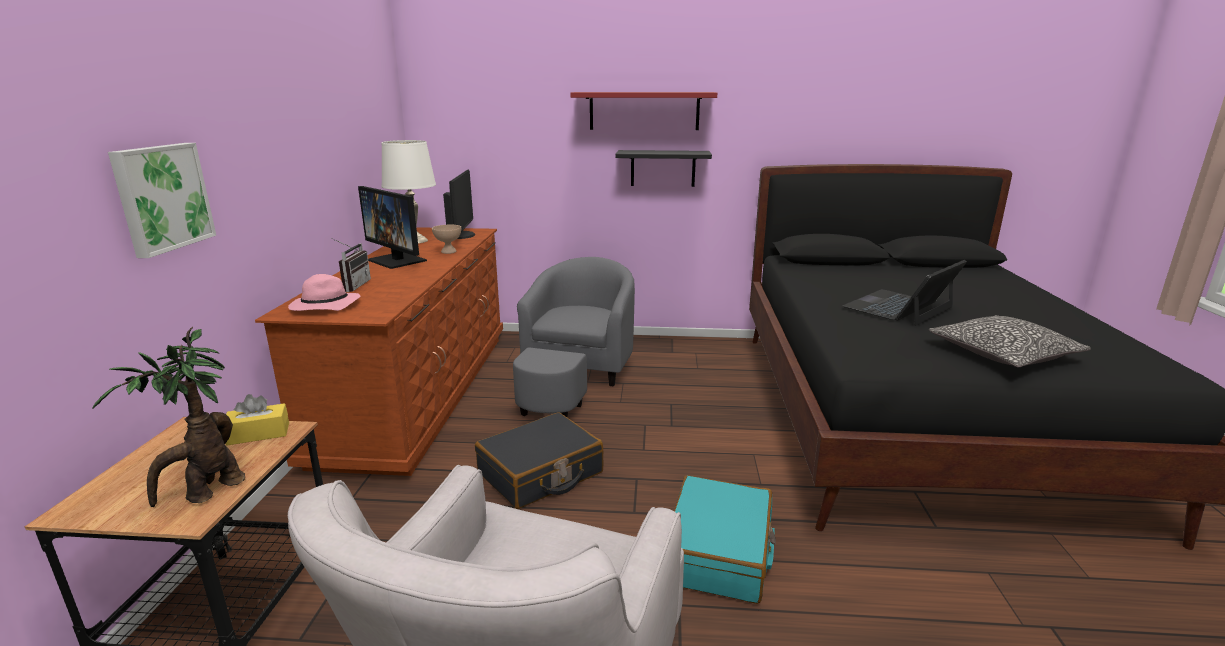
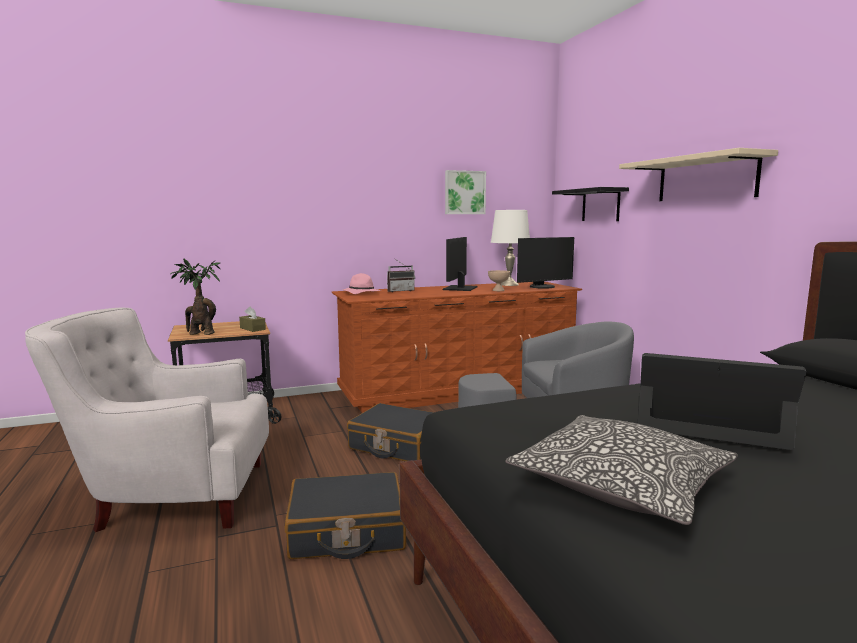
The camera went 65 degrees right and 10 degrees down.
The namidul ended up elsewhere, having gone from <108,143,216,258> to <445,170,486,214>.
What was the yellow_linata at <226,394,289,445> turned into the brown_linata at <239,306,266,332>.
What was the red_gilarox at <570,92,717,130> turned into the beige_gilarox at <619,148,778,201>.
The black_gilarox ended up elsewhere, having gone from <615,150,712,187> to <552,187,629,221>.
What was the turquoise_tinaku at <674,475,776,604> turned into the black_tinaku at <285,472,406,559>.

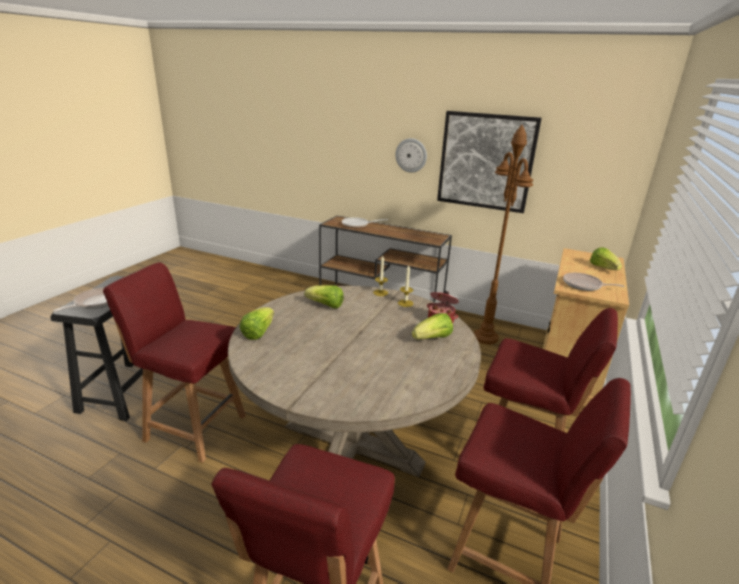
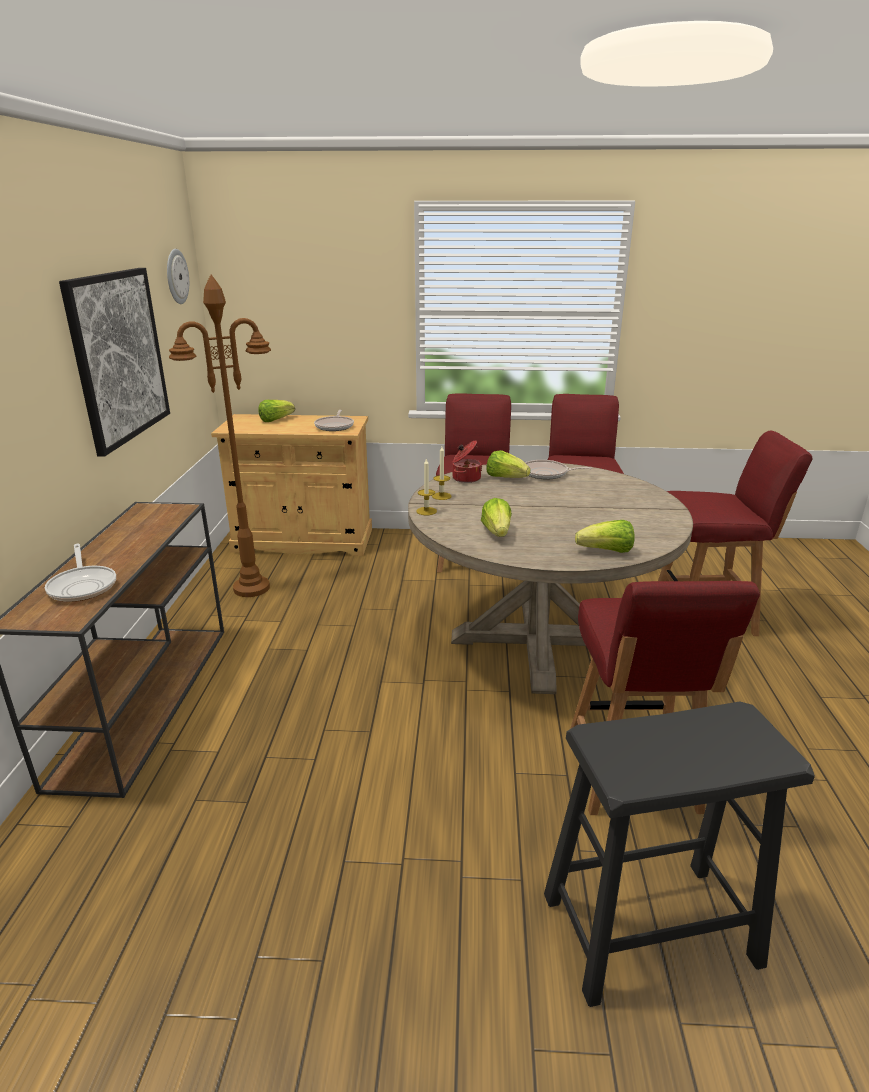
The camera went 110 degrees left and 0 degrees up.
The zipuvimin ended up elsewhere, having gone from <54,288,108,312> to <525,460,592,480>.
The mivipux ended up elsewhere, having gone from <395,138,427,173> to <167,249,189,304>.

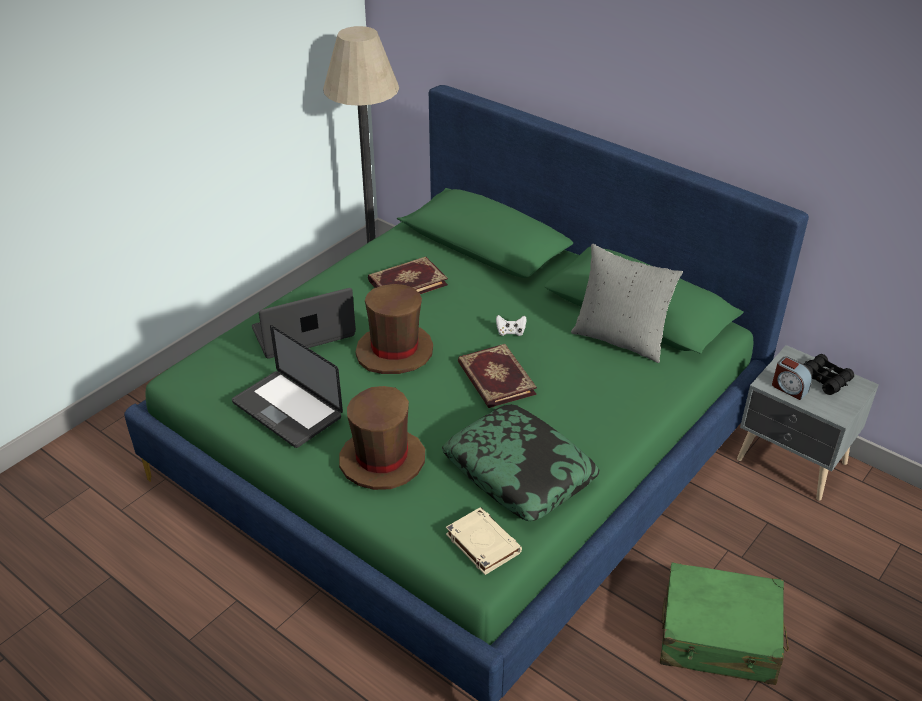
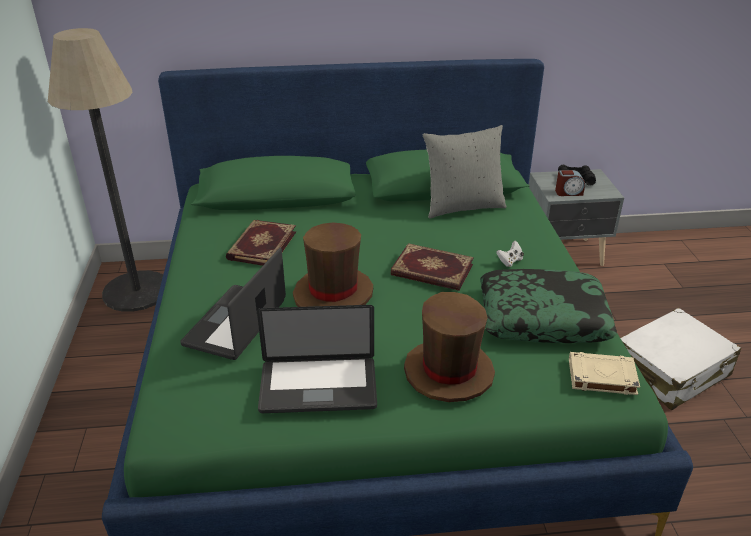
The camera went 45 degrees left and 5 degrees down.
The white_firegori ended up elsewhere, having gone from <496,315,526,336> to <496,241,524,267>.
What was the green_tinaku at <660,562,789,685> turned into the white_tinaku at <620,308,742,410>.

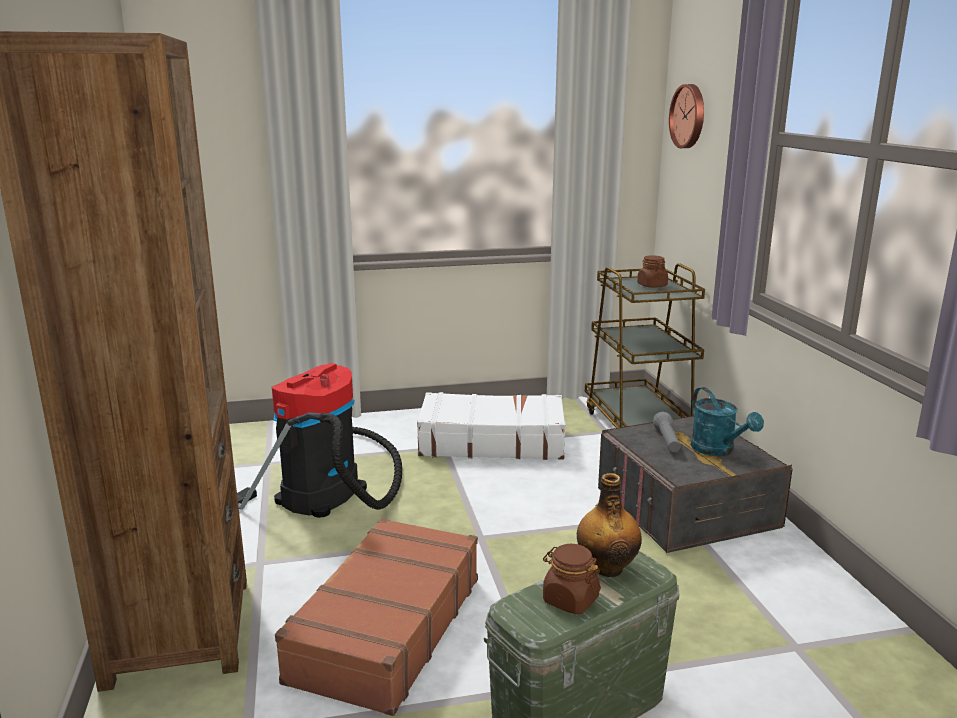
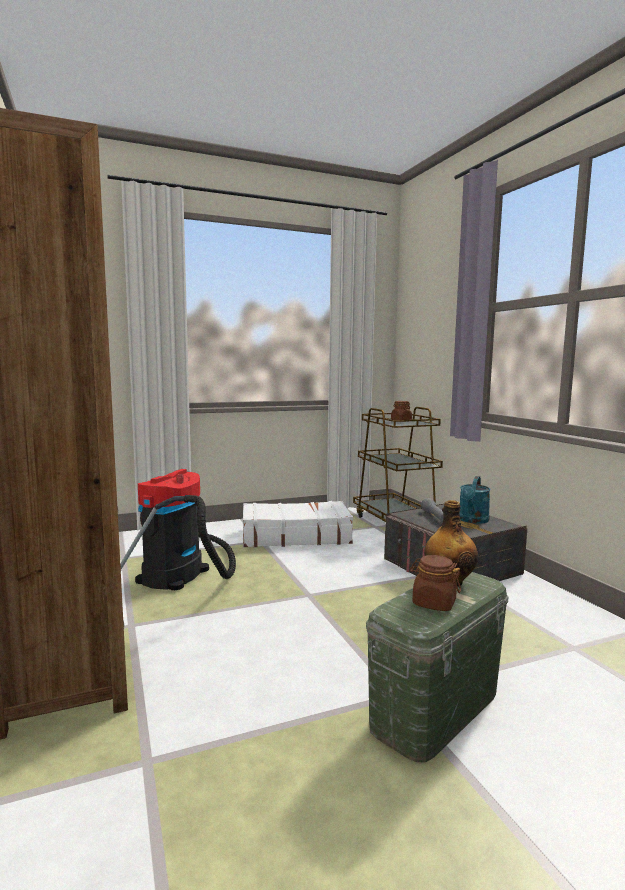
The camera went 10 degrees left and 10 degrees down.
The second view lost the brown_tinaku at <275,518,478,716>.
The second view lost the mivipux at <669,84,704,148>.
The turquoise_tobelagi at <691,387,764,456> ended up facing another way, 60 degrees clockwise from before.

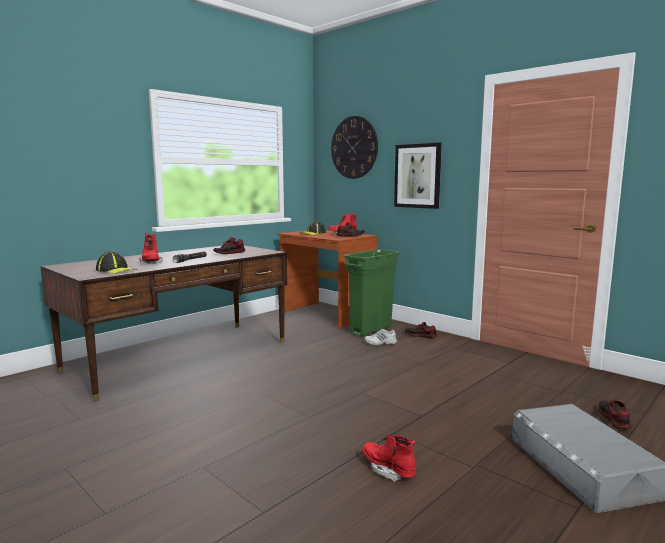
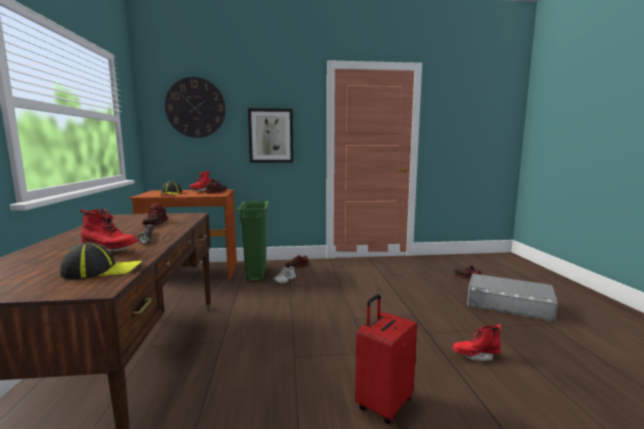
The camera went 50 degrees left and 0 degrees up.
The second view gained the red_tinaku at <355,294,417,424>.

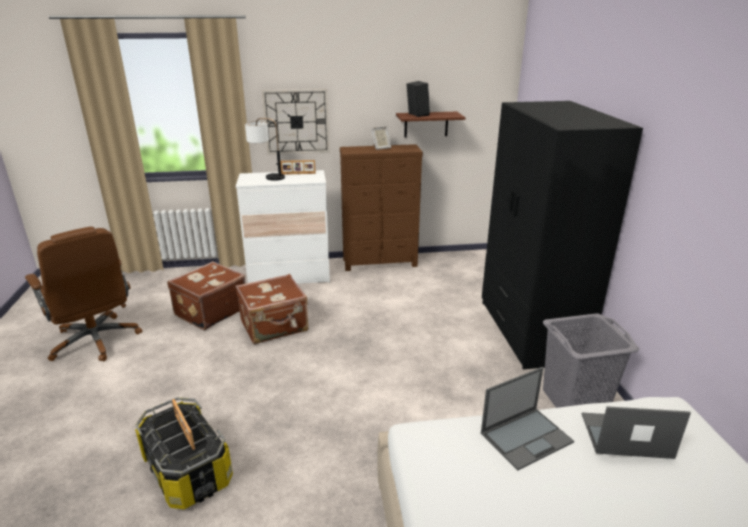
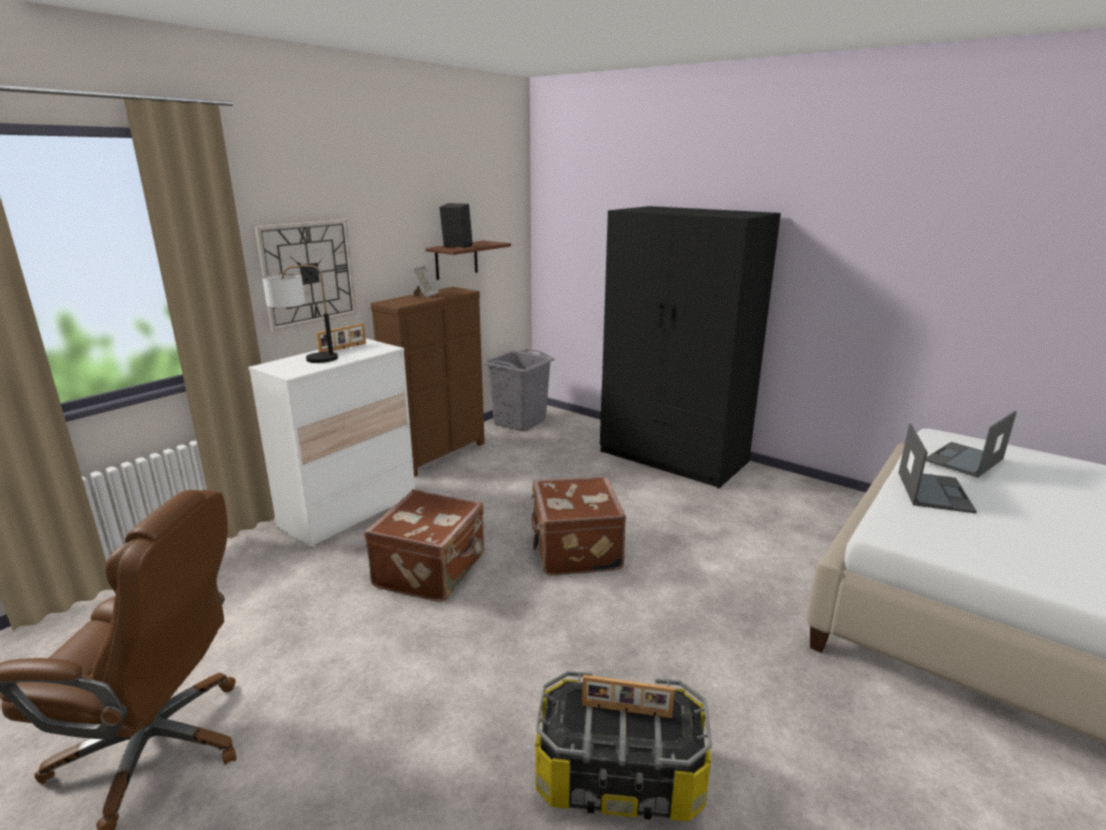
The camera went 45 degrees left and 5 degrees down.
The brown_tinaku ended up elsewhere, having gone from <167,261,245,330> to <531,476,626,576>.
The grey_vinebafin ended up elsewhere, having gone from <543,313,639,408> to <483,349,555,432>.

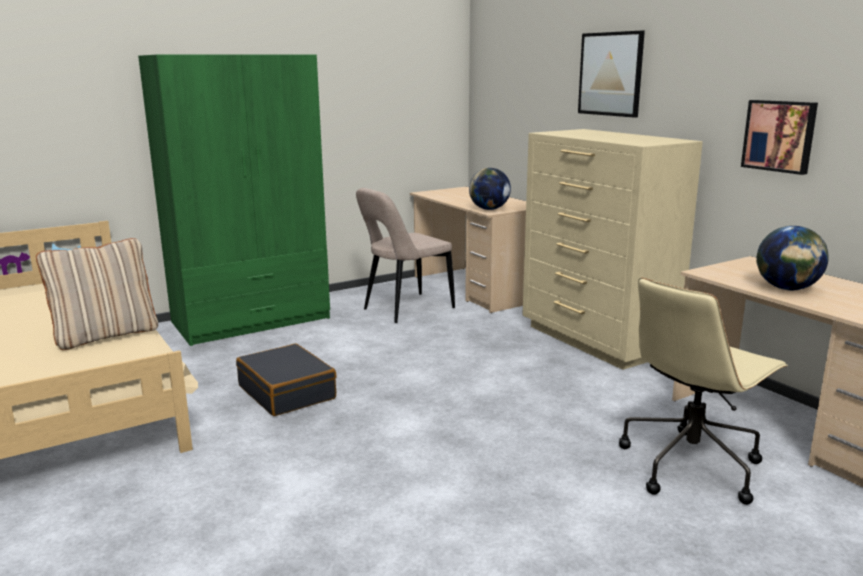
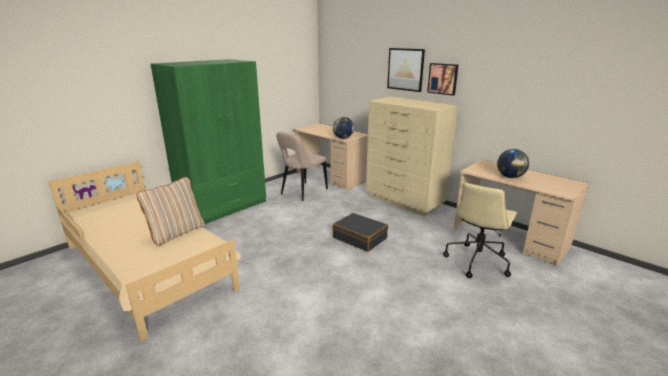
The camera went 15 degrees left and 5 degrees up.
The black_tinaku ended up elsewhere, having gone from <236,343,337,416> to <332,213,388,252>.
The namidul ended up elsewhere, having gone from <741,100,818,175> to <427,63,459,96>.

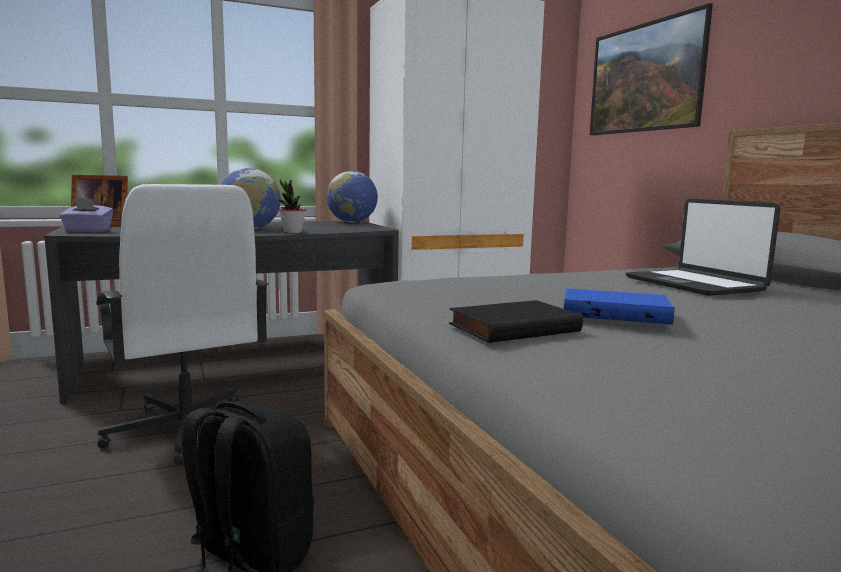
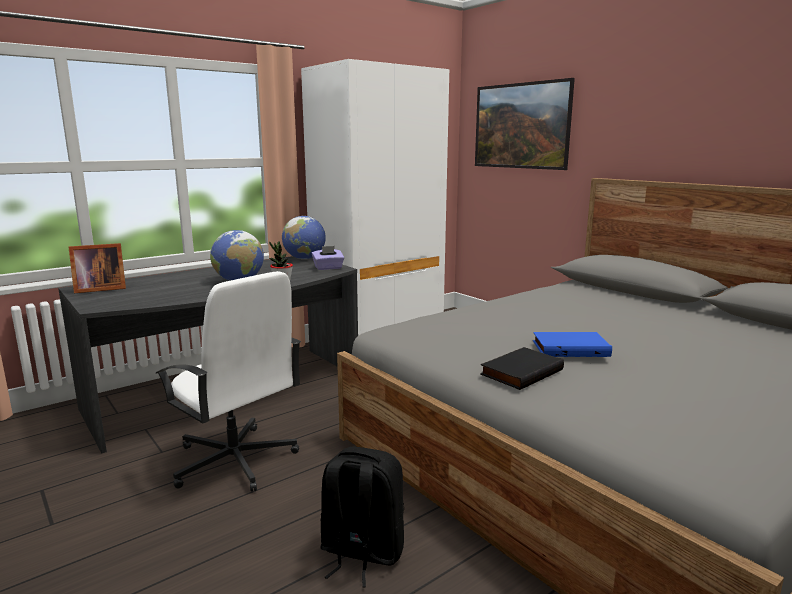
The camera went 15 degrees left and 5 degrees up.
The purple_linata ended up elsewhere, having gone from <59,198,113,232> to <312,246,344,270>.
The second view lost the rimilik at <626,199,780,296>.

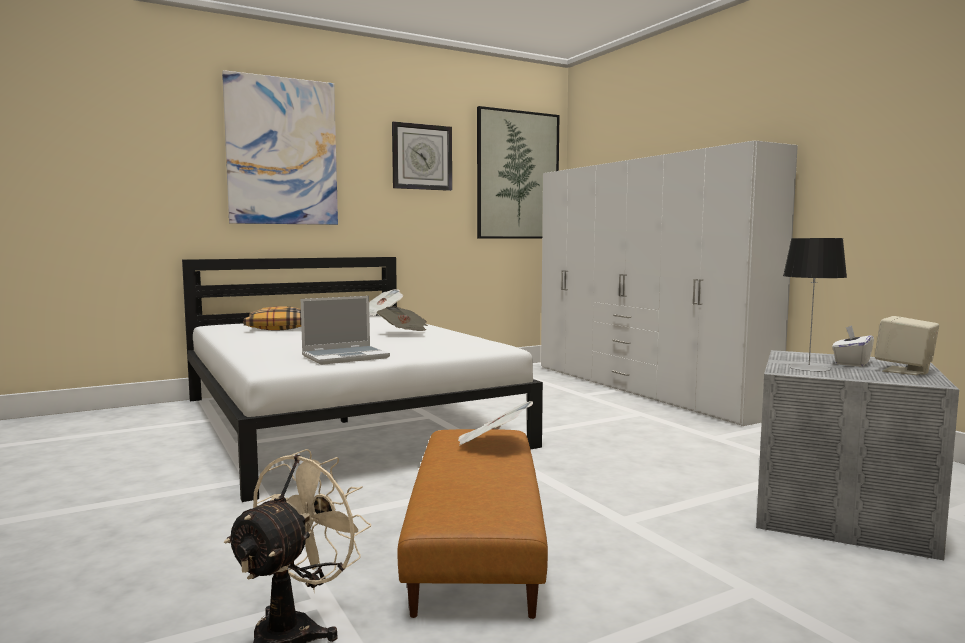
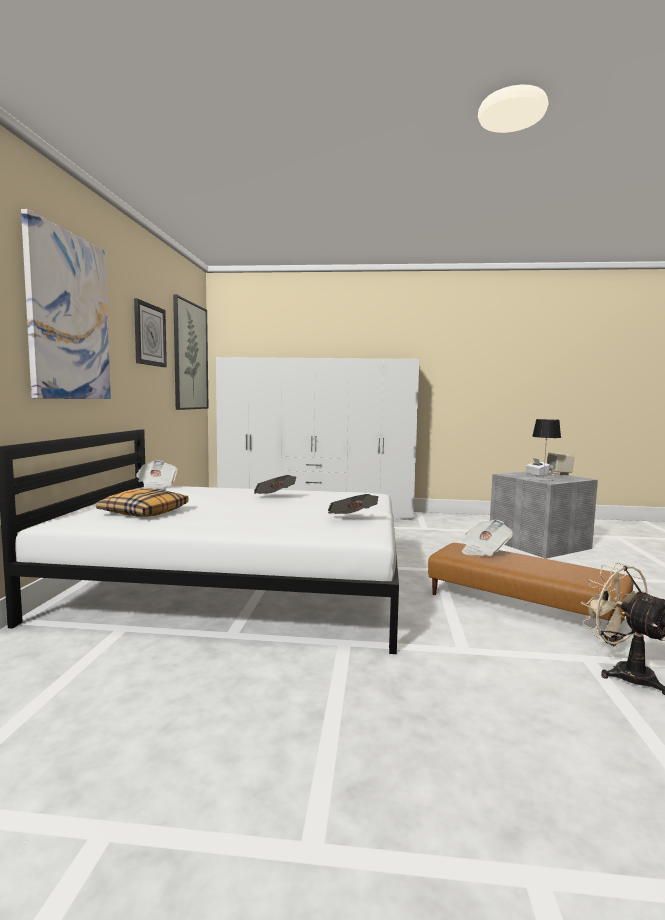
The camera went 55 degrees left and 0 degrees up.
Where the rimilik stood at <301,296,390,365>, the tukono came to stand at <328,494,379,514>.

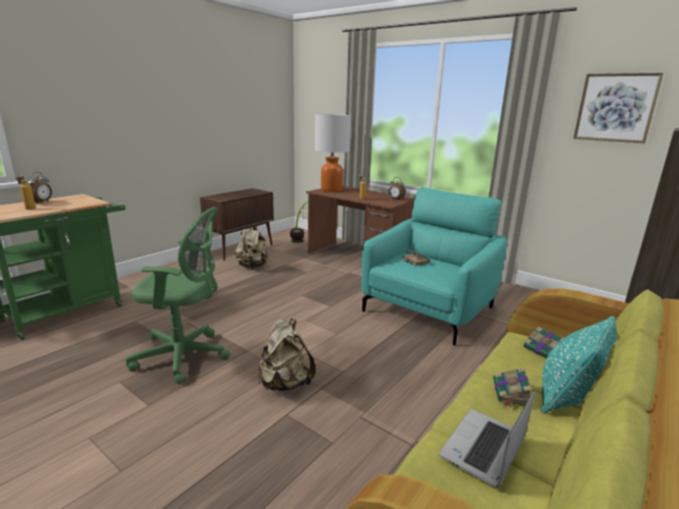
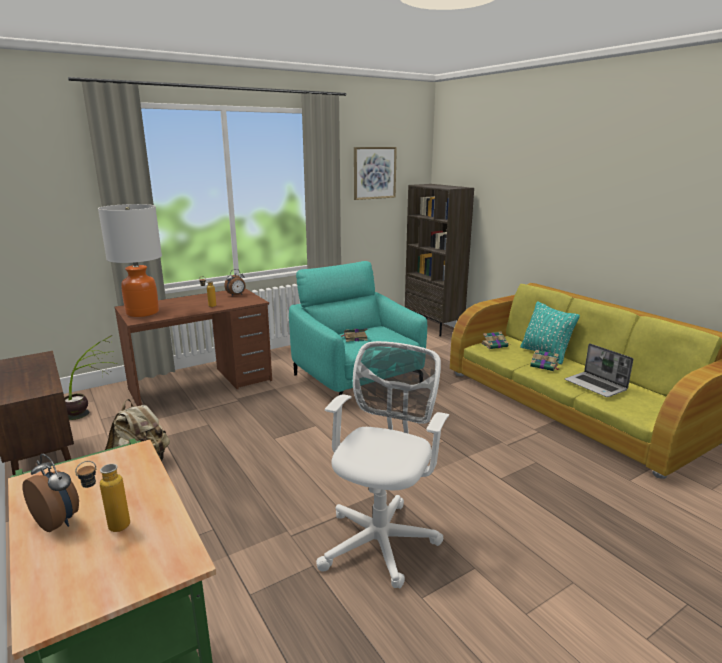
The camera went 70 degrees left and 0 degrees up.
What was the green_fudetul at <125,207,230,384> turned into the white_fudetul at <316,341,449,589>.
The second view lost the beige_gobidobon at <258,319,316,391>.

